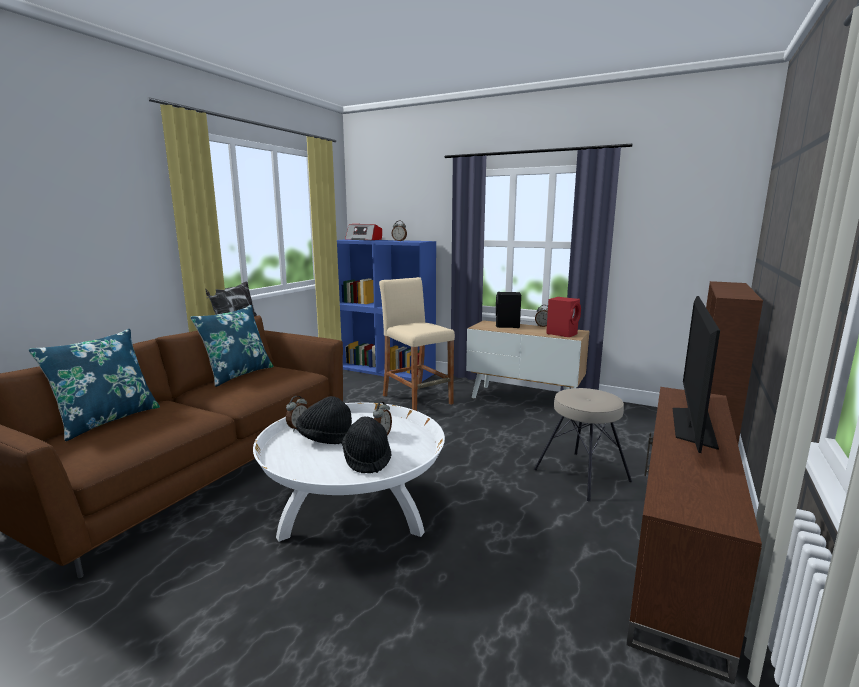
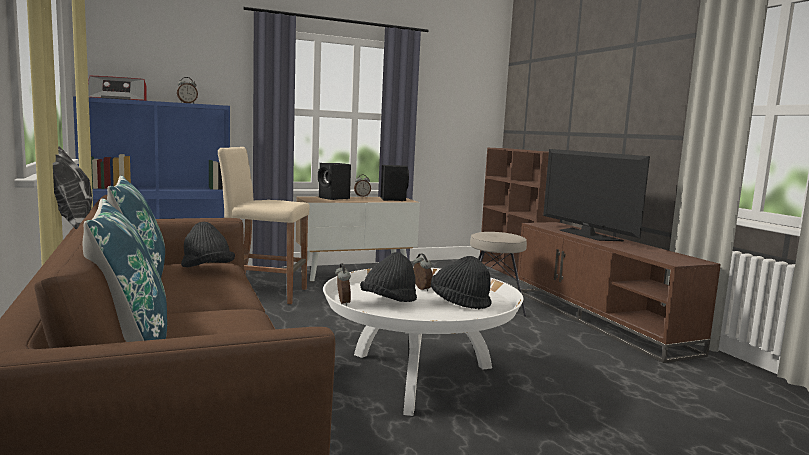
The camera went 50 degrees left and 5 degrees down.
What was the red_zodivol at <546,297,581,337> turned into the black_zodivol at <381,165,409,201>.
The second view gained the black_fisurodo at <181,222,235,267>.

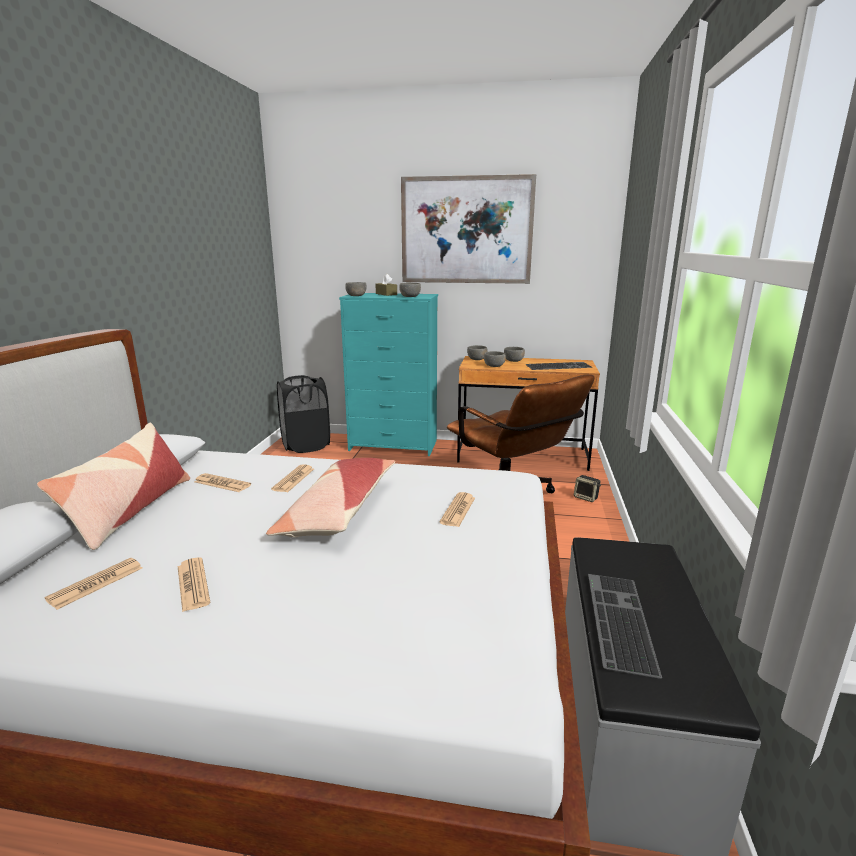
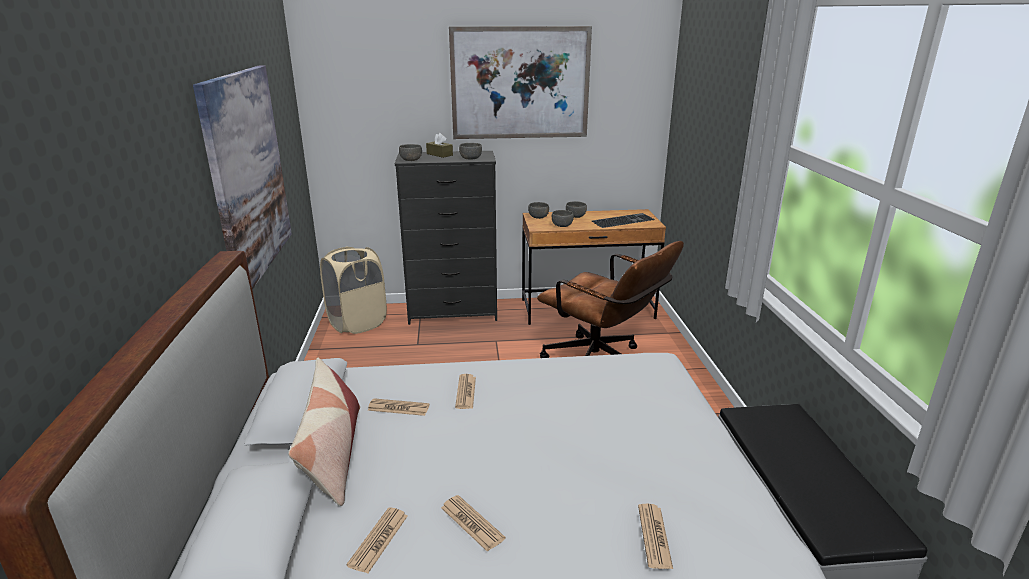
The camera went 15 degrees left and 5 degrees up.
The second view lost the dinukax at <266,458,395,538>.
What was the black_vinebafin at <277,375,330,453> turned into the beige_vinebafin at <320,246,387,334>.
What was the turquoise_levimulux at <339,293,438,456> turned into the black_levimulux at <395,151,497,325>.
The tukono ended up elsewhere, having gone from <439,492,475,527> to <638,504,673,569>.
The second view lost the zodivol at <574,475,601,502>.
The second view lost the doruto at <588,574,662,679>.
The second view gained the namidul at <193,65,292,290>.

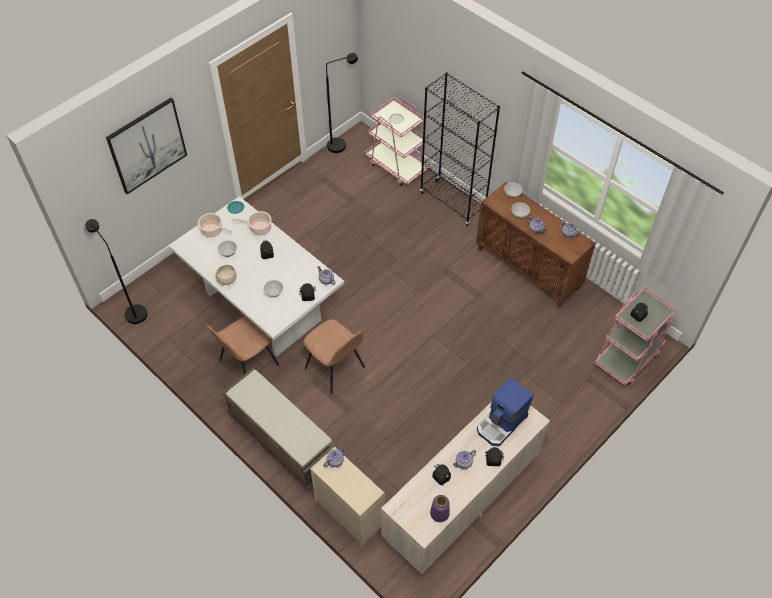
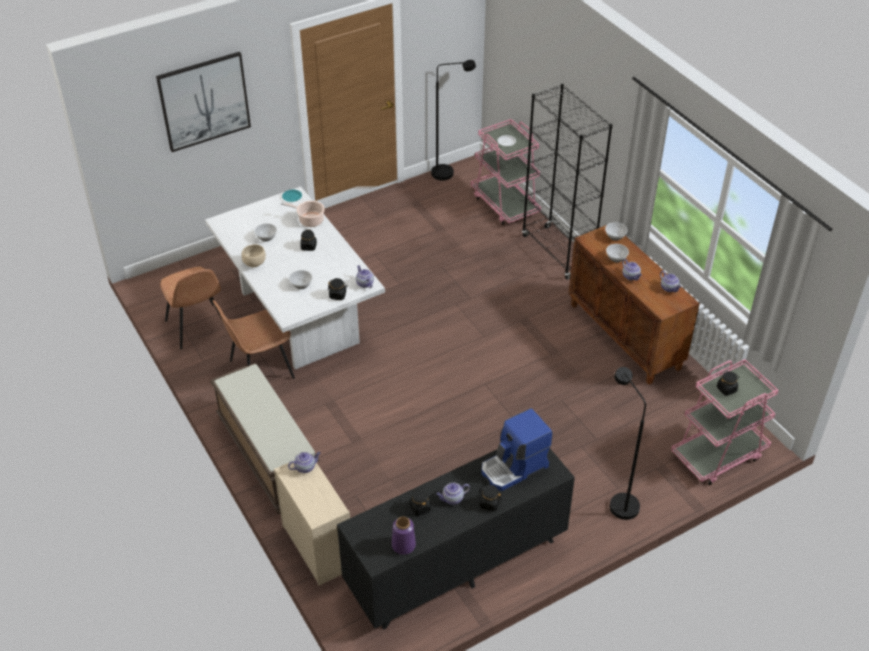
The camera went 15 degrees right and 10 degrees down.
The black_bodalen ended up elsewhere, having gone from <86,219,148,324> to <610,367,646,520>.
The second view lost the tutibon at <198,213,232,237>.
The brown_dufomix ended up elsewhere, having gone from <304,319,365,394> to <160,267,223,349>.
What was the beige_levimulux at <381,403,550,574> turned into the black_levimulux at <337,449,575,630>.

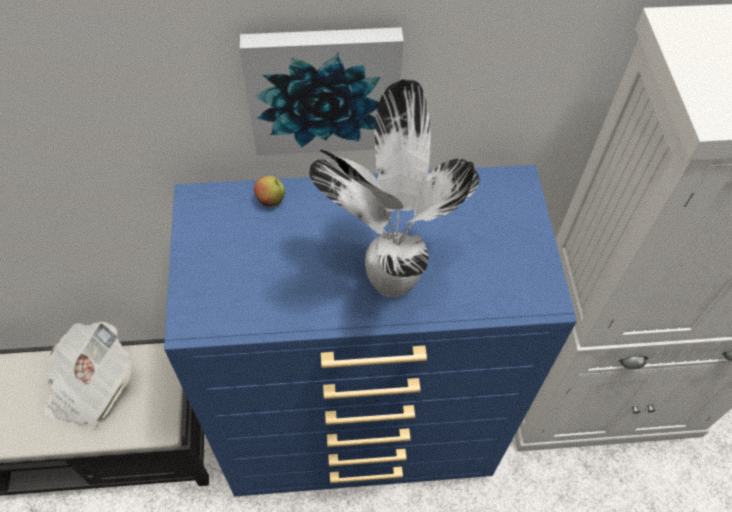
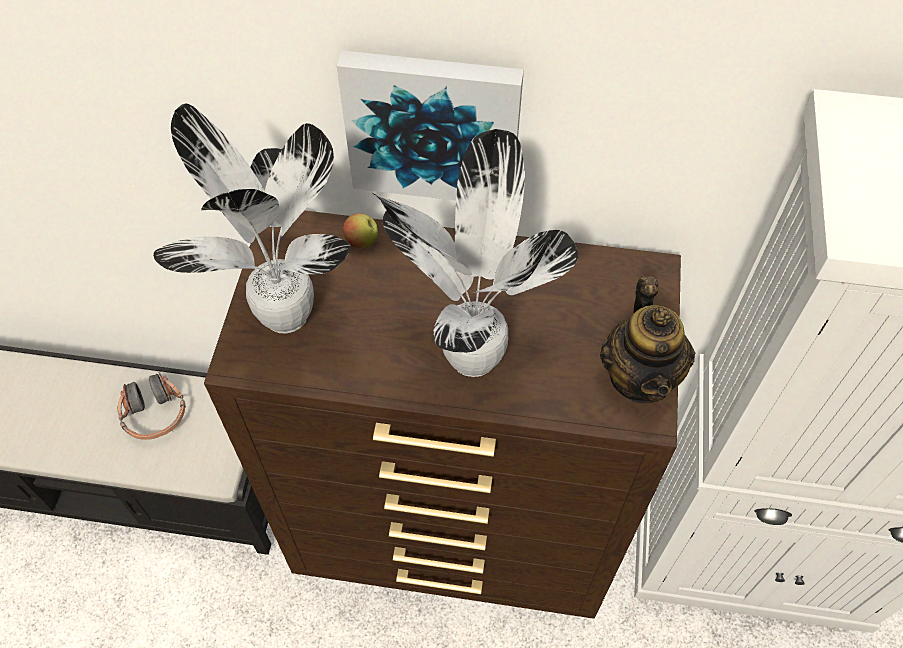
The camera went 15 degrees right and 0 degrees up.
Where the tukono stood at <44,322,132,427>, the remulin came to stand at <118,372,186,440>.
What was the blue_levimulux at <164,165,577,496> turned into the brown_levimulux at <204,210,681,619>.
The second view gained the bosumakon at <153,103,351,333>.
The second view gained the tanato at <600,276,695,404>.

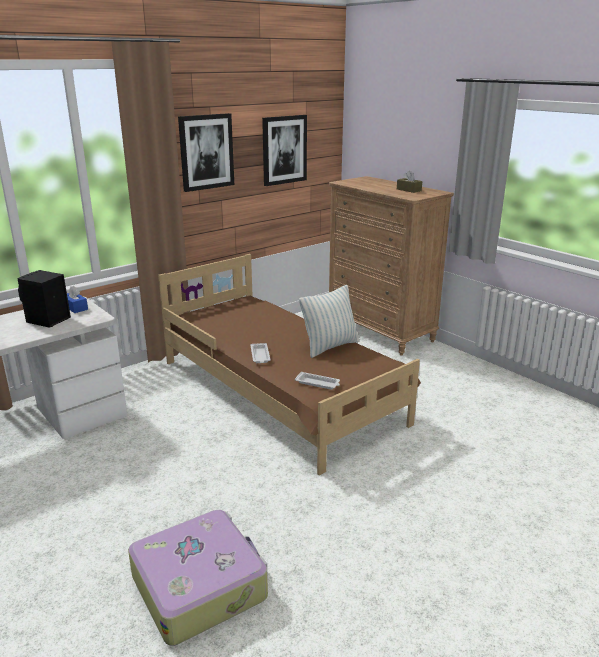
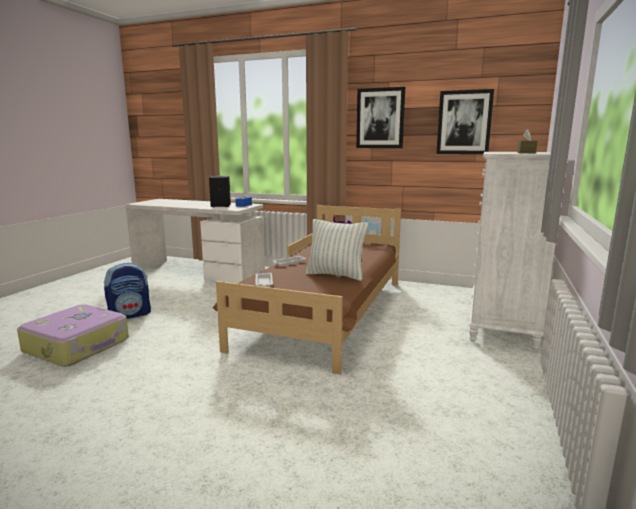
The camera went 60 degrees right and 10 degrees down.
What was the brown_levimulux at <329,176,454,356> turned into the white_levimulux at <469,152,555,351>.
The second view gained the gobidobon at <104,263,151,319>.

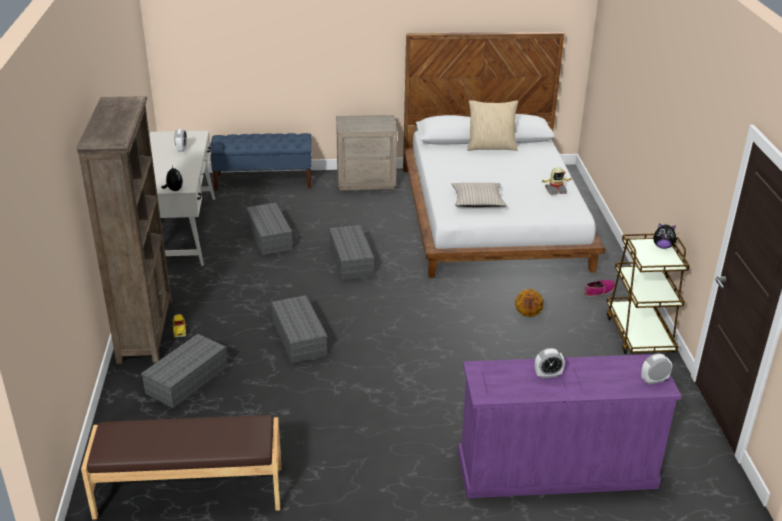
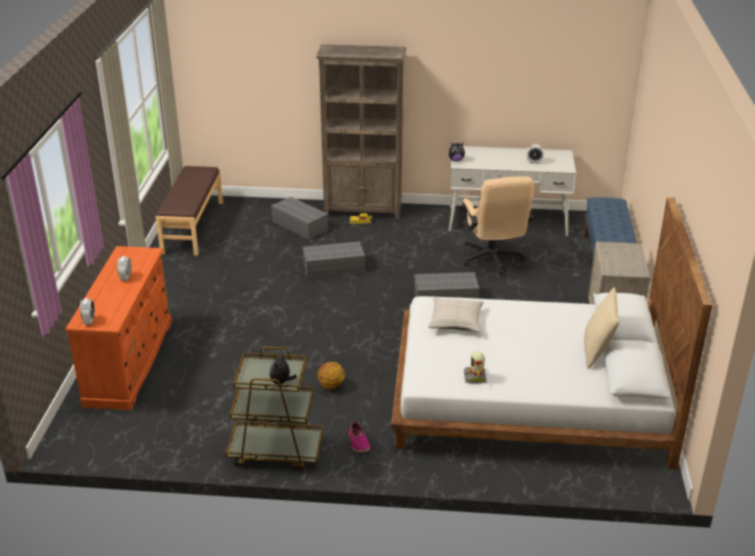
The camera went 100 degrees right and 0 degrees up.
Where the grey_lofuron stood at <246,203,293,255>, the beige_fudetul came to stand at <463,176,534,274>.
What was the purple_levimulux at <458,354,682,498> turned into the orange_levimulux at <65,246,172,410>.

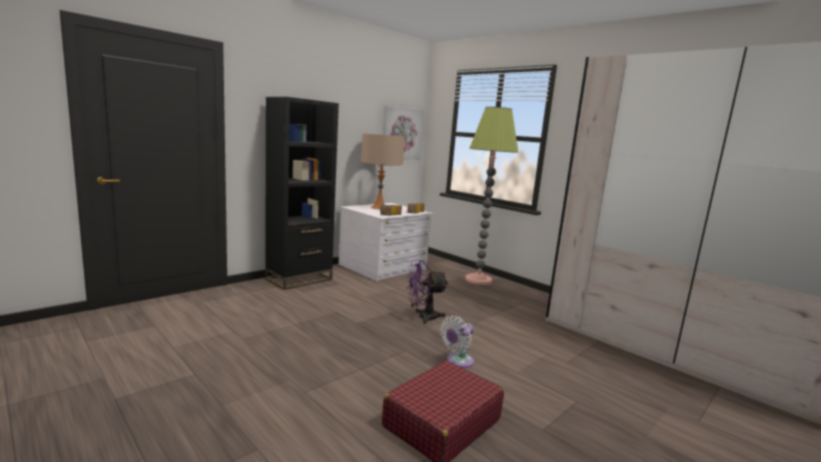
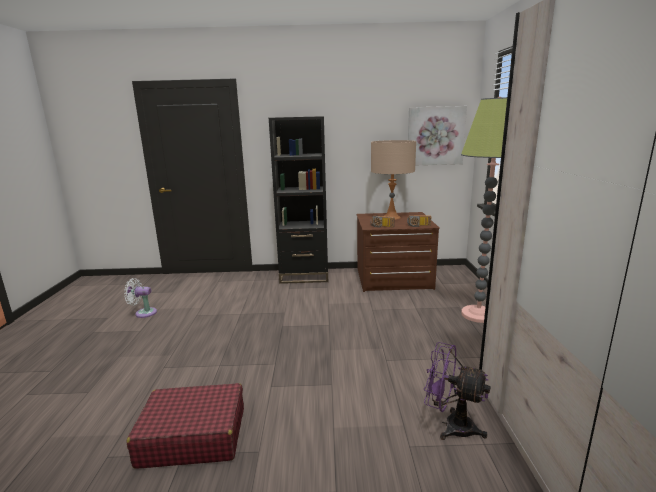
The camera went 45 degrees right and 5 degrees up.
What was the white_levimulux at <339,203,433,281> turned into the brown_levimulux at <356,212,440,292>.
The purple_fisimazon ended up elsewhere, having gone from <406,260,448,324> to <424,342,491,440>.
The white_fisimazon ended up elsewhere, having gone from <440,316,474,368> to <124,278,157,318>.

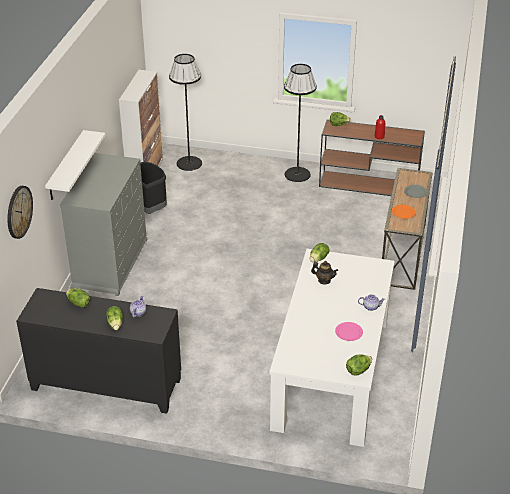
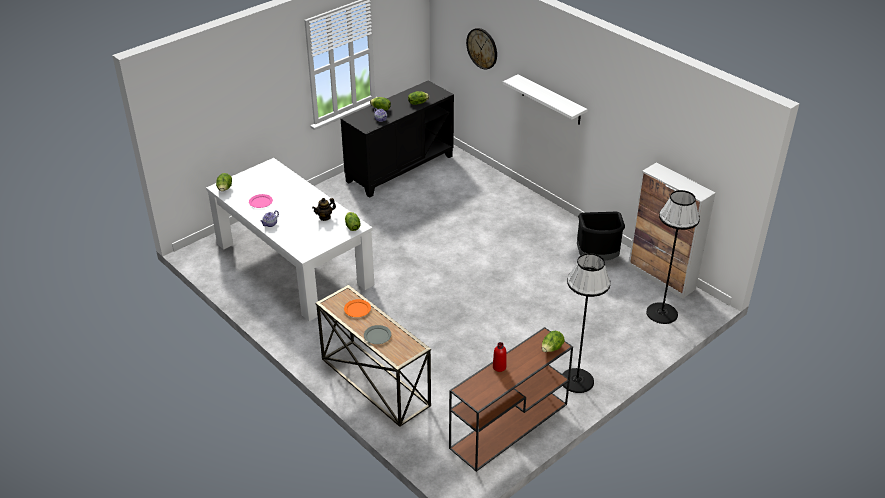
The camera went 125 degrees right and 0 degrees up.
The second view lost the grey_levimulux at <60,153,147,296>.

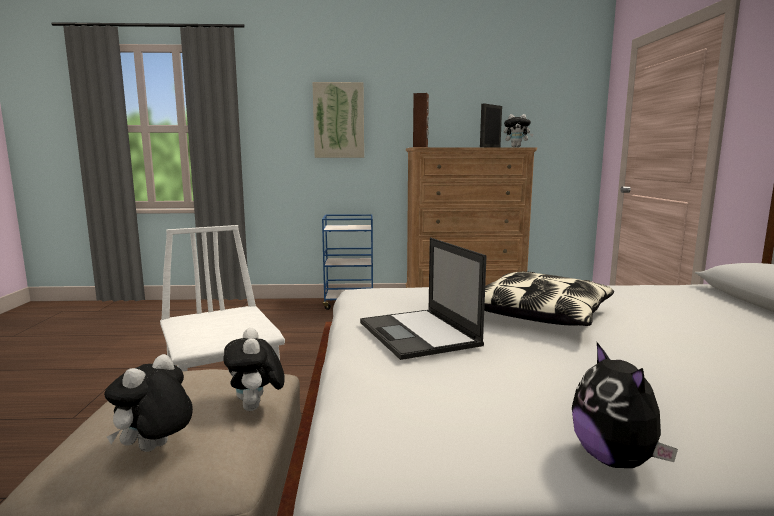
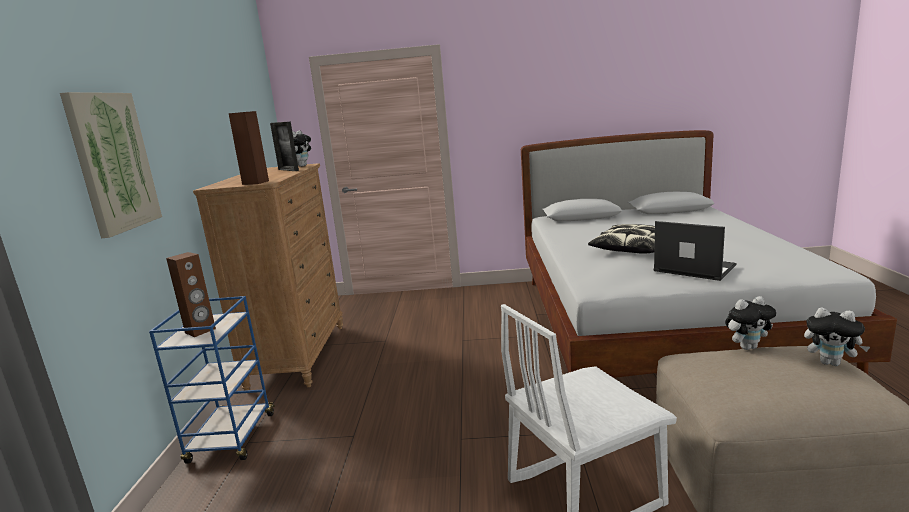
The camera went 85 degrees left and 5 degrees up.
The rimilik at <360,237,487,360> ended up facing another way, 120 degrees counterclockwise from before.
The second view lost the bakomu at <572,343,678,468>.
The second view gained the brown_zodivol at <166,252,216,337>.

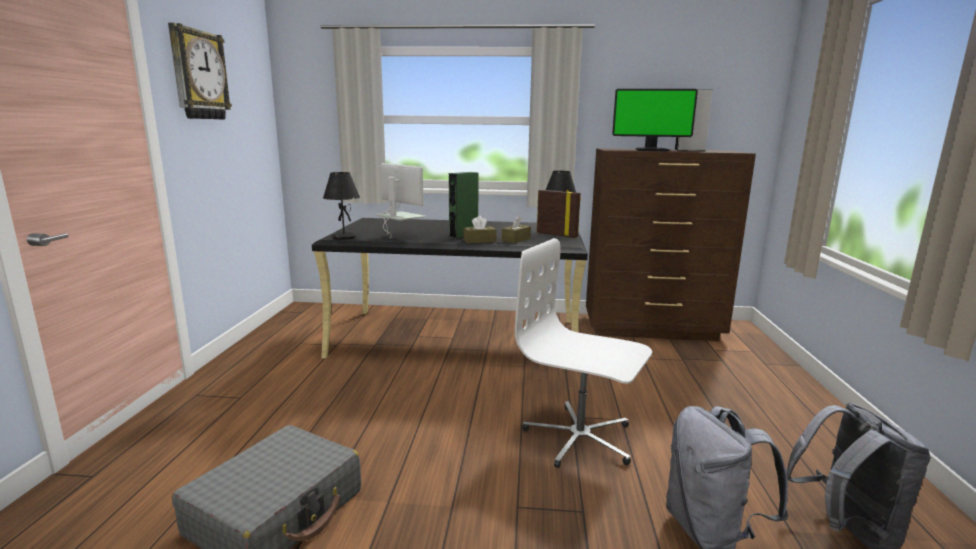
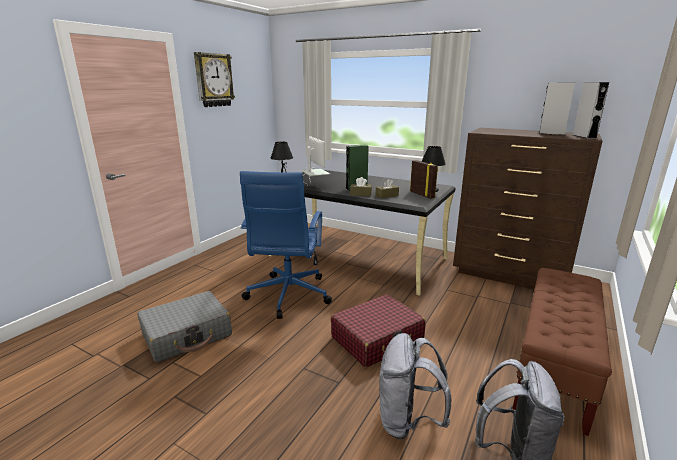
The camera went 25 degrees right and 5 degrees up.
Where the white_fudetul stood at <515,238,652,468>, the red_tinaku came to stand at <331,295,426,367>.
The second view lost the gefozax at <612,89,698,152>.
The second view gained the blue_fudetul at <240,171,332,319>.
The second view gained the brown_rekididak at <513,268,612,436>.
The second view gained the grey_zodivol at <573,82,609,138>.

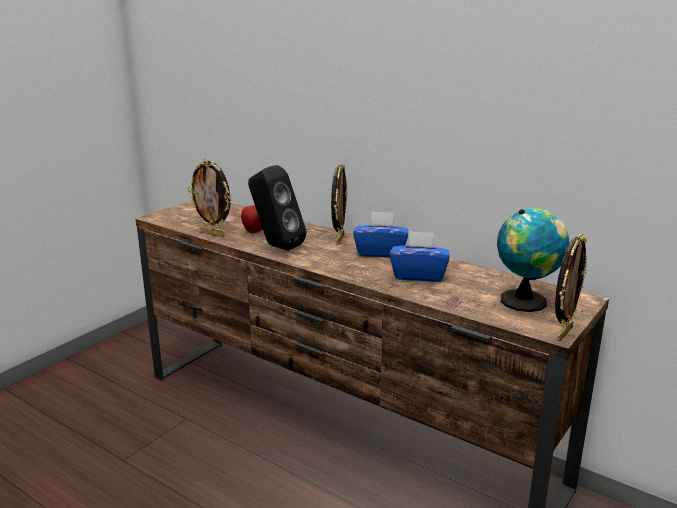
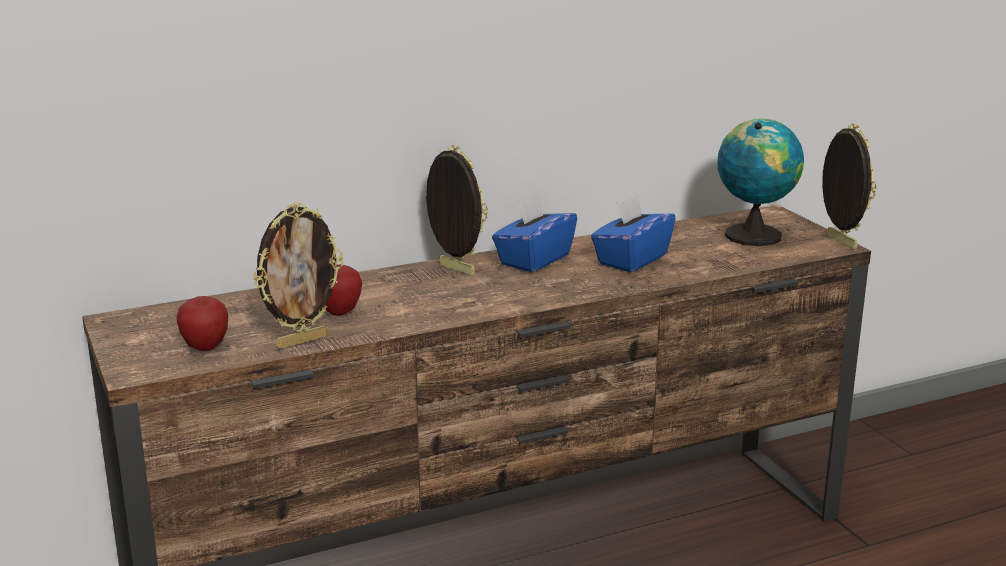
The camera went 60 degrees left and 0 degrees up.
The second view lost the black_zodivol at <248,165,307,251>.
The second view gained the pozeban at <177,296,228,351>.

